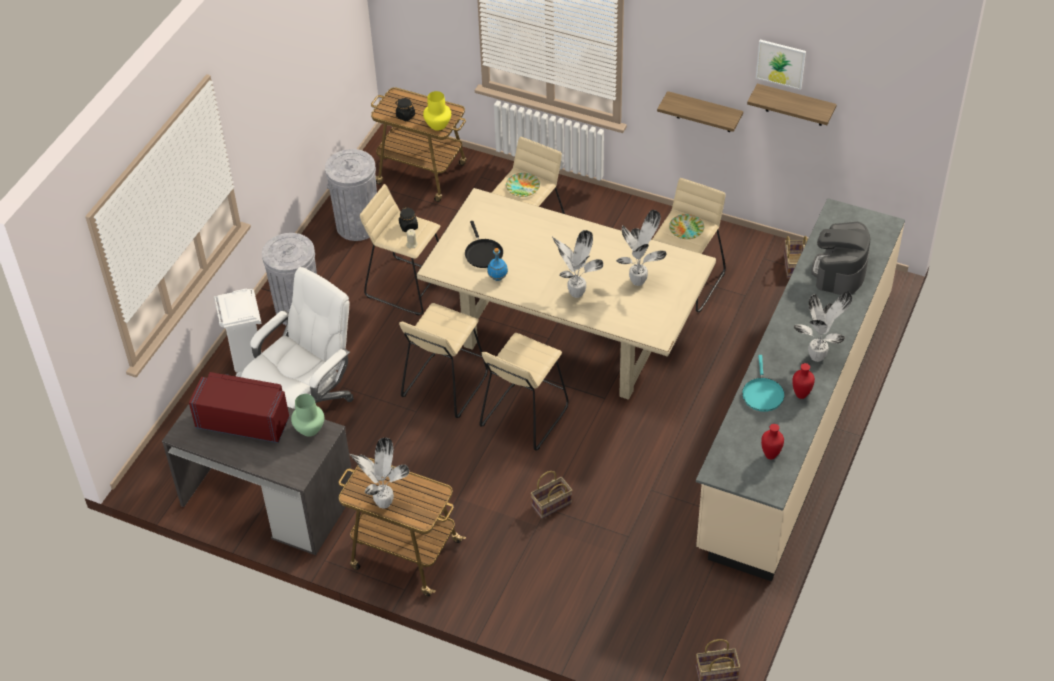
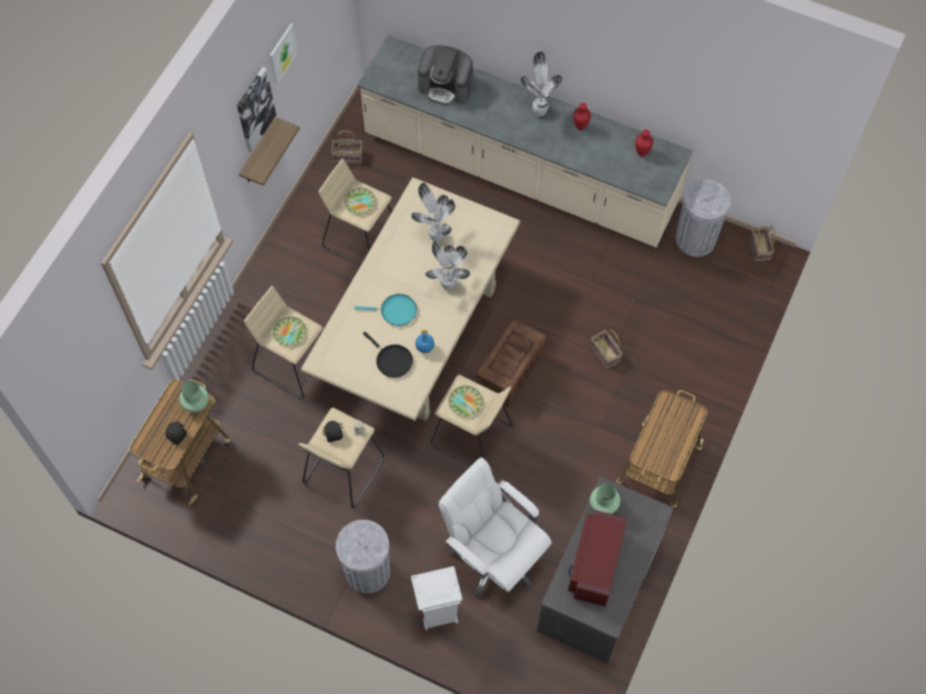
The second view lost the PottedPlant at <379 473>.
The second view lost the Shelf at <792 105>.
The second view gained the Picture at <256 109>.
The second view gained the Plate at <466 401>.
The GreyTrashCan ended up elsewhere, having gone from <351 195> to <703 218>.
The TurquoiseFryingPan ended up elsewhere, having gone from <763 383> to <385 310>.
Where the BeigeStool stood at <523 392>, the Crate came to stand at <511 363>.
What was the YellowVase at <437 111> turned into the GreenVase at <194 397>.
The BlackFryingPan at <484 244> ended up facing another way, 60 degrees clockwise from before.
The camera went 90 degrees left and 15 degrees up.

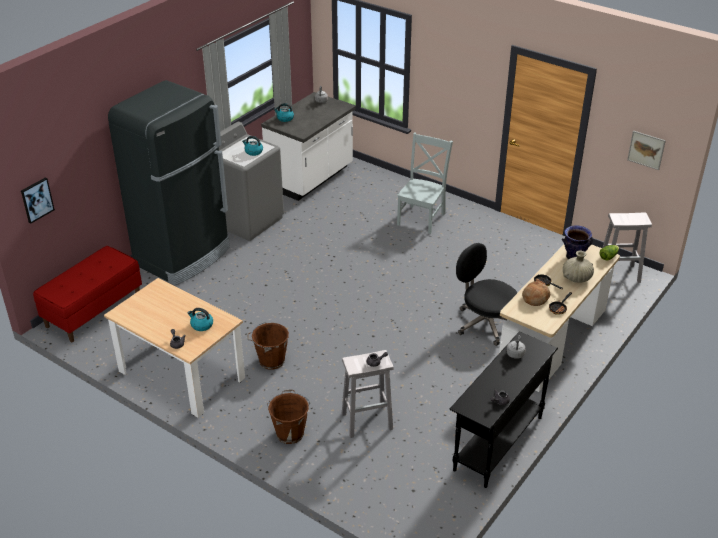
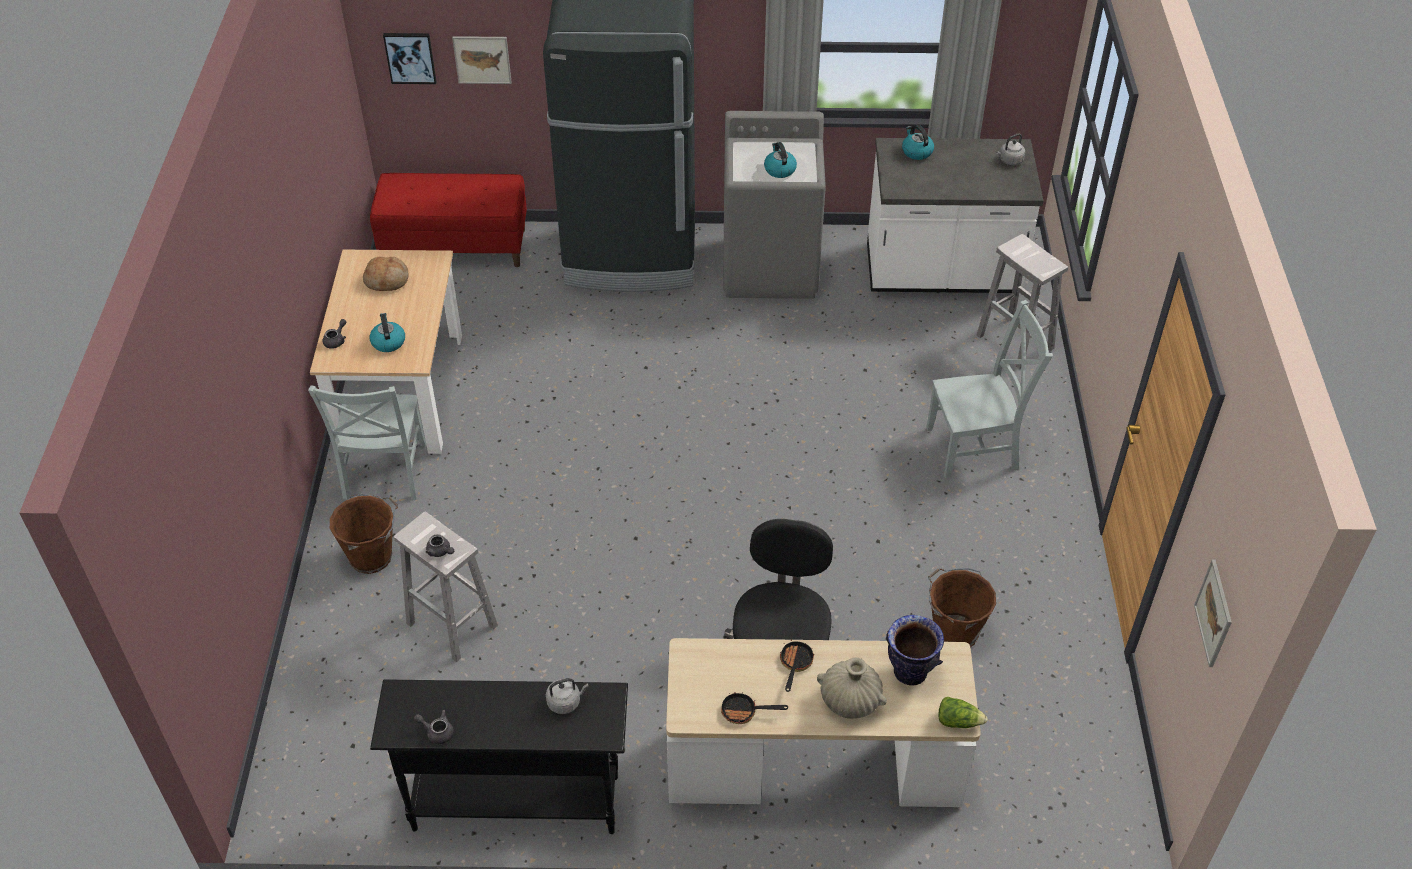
The second view gained the GreyChair at <367 443>.
The second view gained the Picture at <482 60>.
The BrownBucket ended up elsewhere, having gone from <268 346> to <962 607>.
The Bread ended up elsewhere, having gone from <536 293> to <386 274>.
The WhiteStool ended up elsewhere, having gone from <627 247> to <1022 301>.
The camera went 55 degrees right and 10 degrees up.

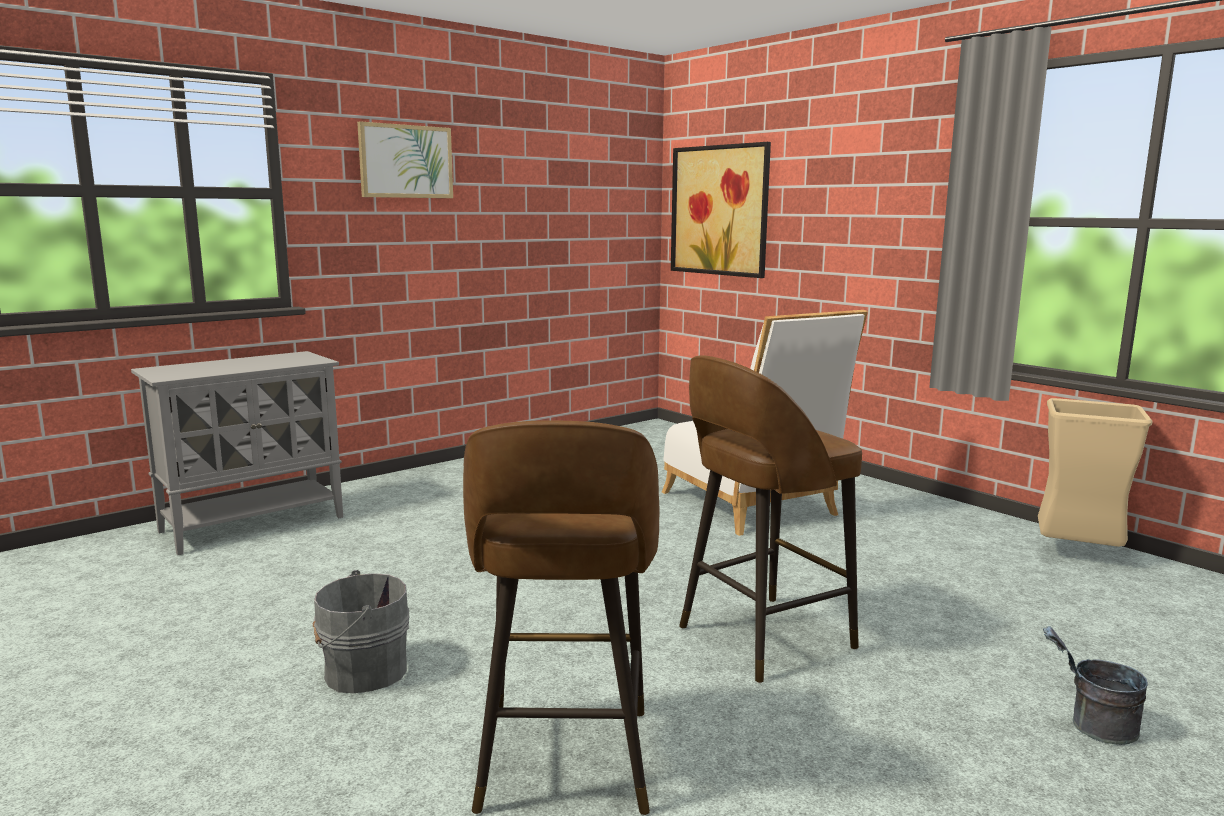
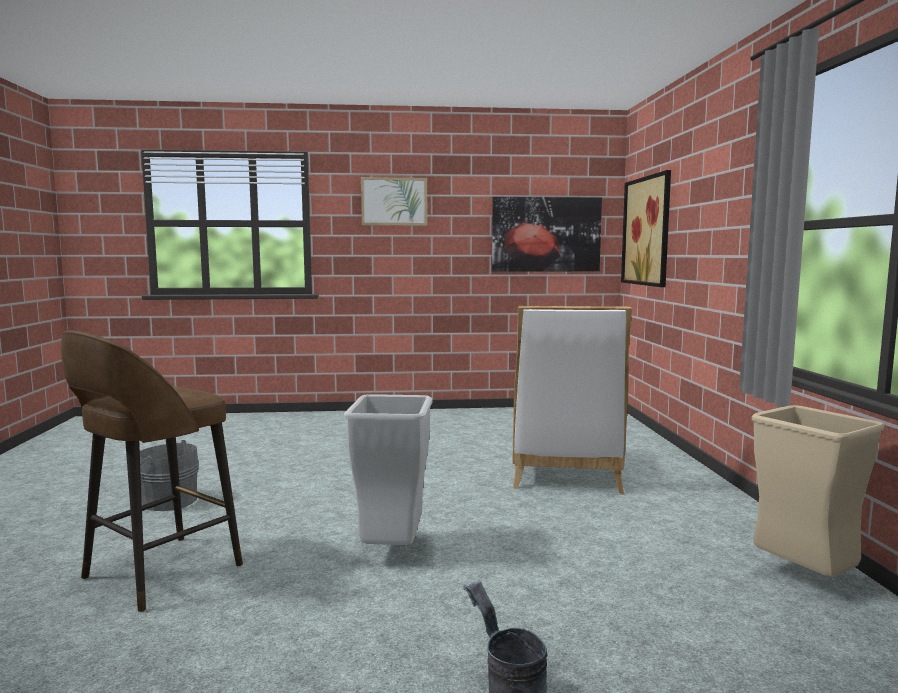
The second view lost the GreyCabinet at <237 453>.
The second view gained the Picture at <547 234>.
Where the BrownStool stood at <770 519>, the GreyTrashCan came to stand at <388 469>.
The camera went 35 degrees right and 5 degrees down.

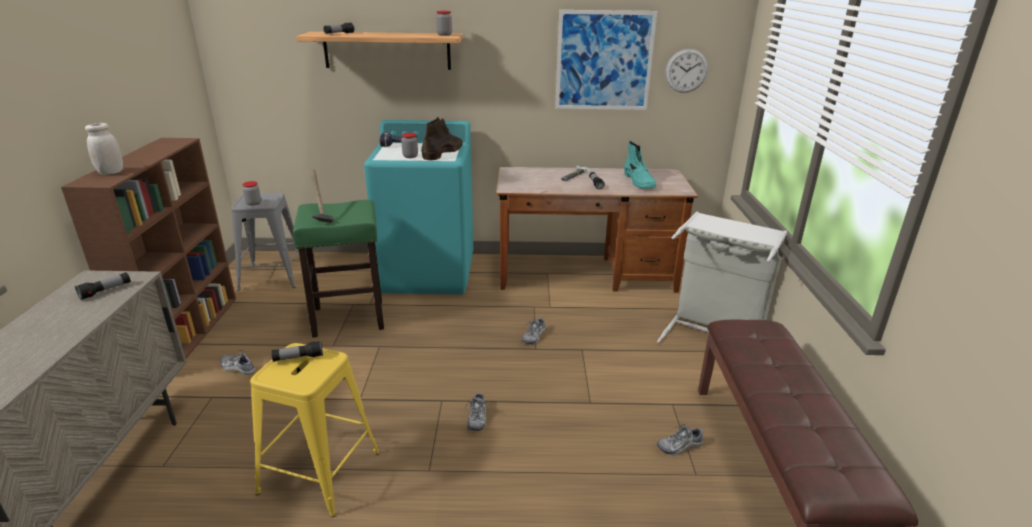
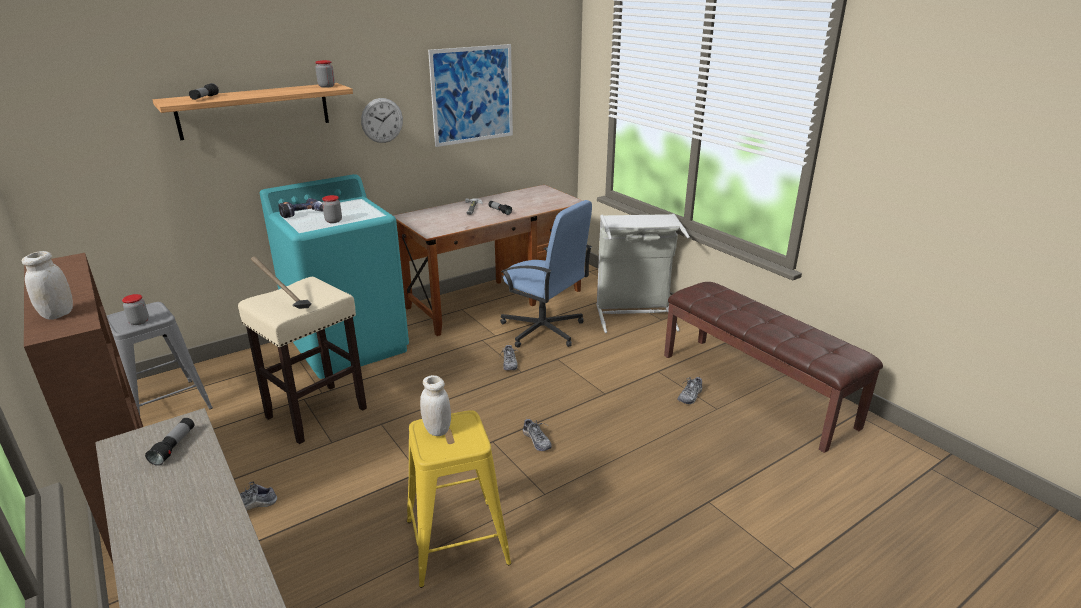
The second view lost the BrownBoot at <442 138>.
The second view lost the TurquoiseBoot at <640 165>.
The second view gained the BlueOfficeChair at <546 274>.
The WallClock ended up elsewhere, having gone from <686 71> to <382 120>.
Where the Flashlight stood at <297 351>, the WhiteJar came to stand at <435 405>.
What was the GreenStool at <338 269> turned into the BeigeStool at <302 360>.
The camera went 35 degrees left and 0 degrees up.

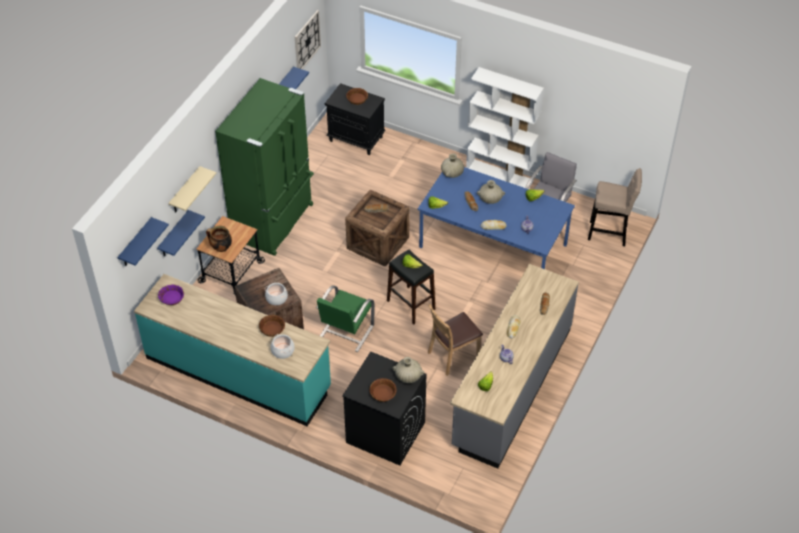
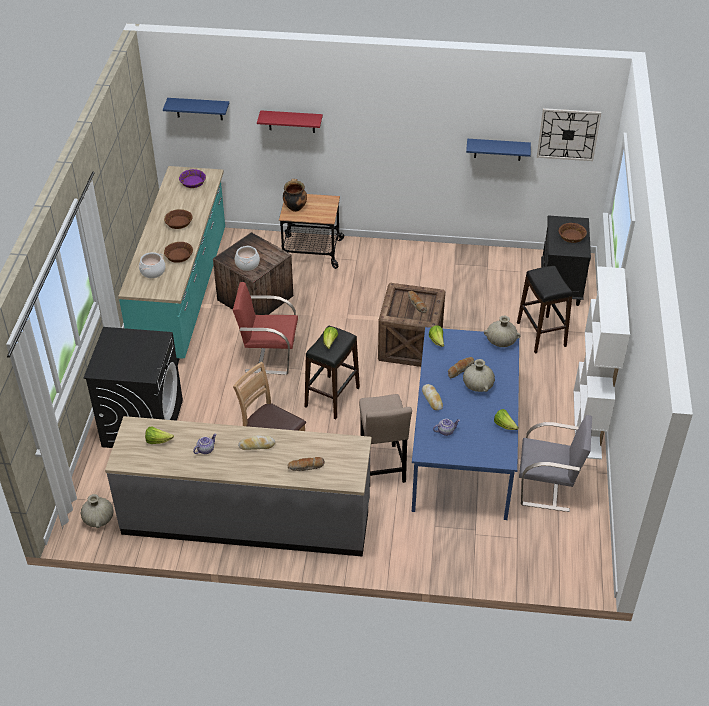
The second view lost the BlueShelf at <181 233>.
The second view lost the GreenFridge at <264 167>.
The second view gained the BlackStool at <545 310>.
The BrownBowl ended up elsewhere, having gone from <383 390> to <178 219>.
The BeigeVase ended up elsewhere, having gone from <408 370> to <97 511>.
The BeigeStool ended up elsewhere, having gone from <615 207> to <385 438>.
What was the BeigeShelf at <192 189> turned into the RedShelf at <290 121>.
What was the GreenChair at <345 318> turned into the RedChair at <265 328>.
The camera went 70 degrees right and 5 degrees down.

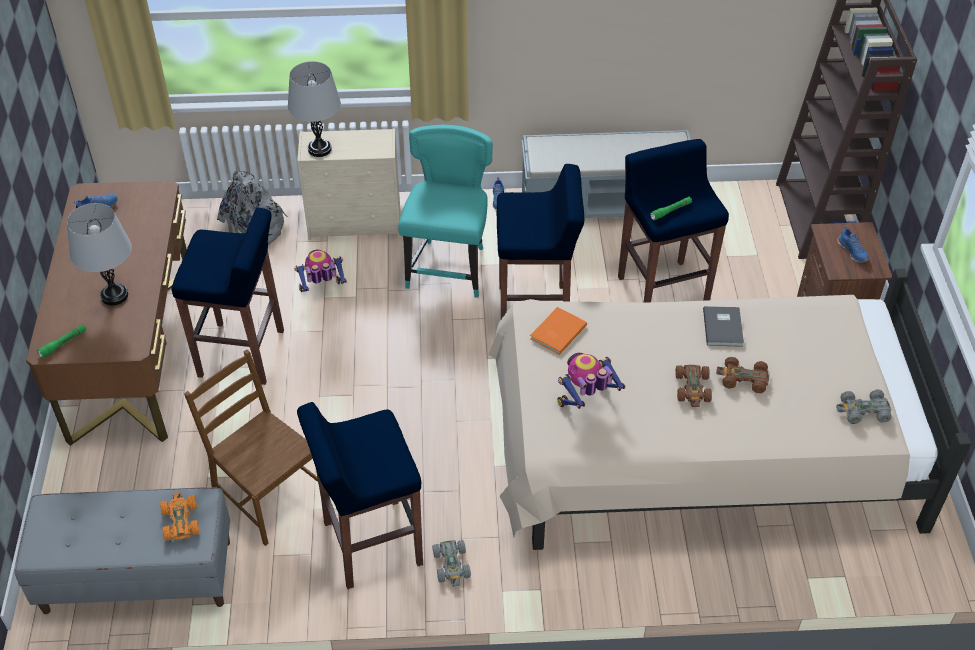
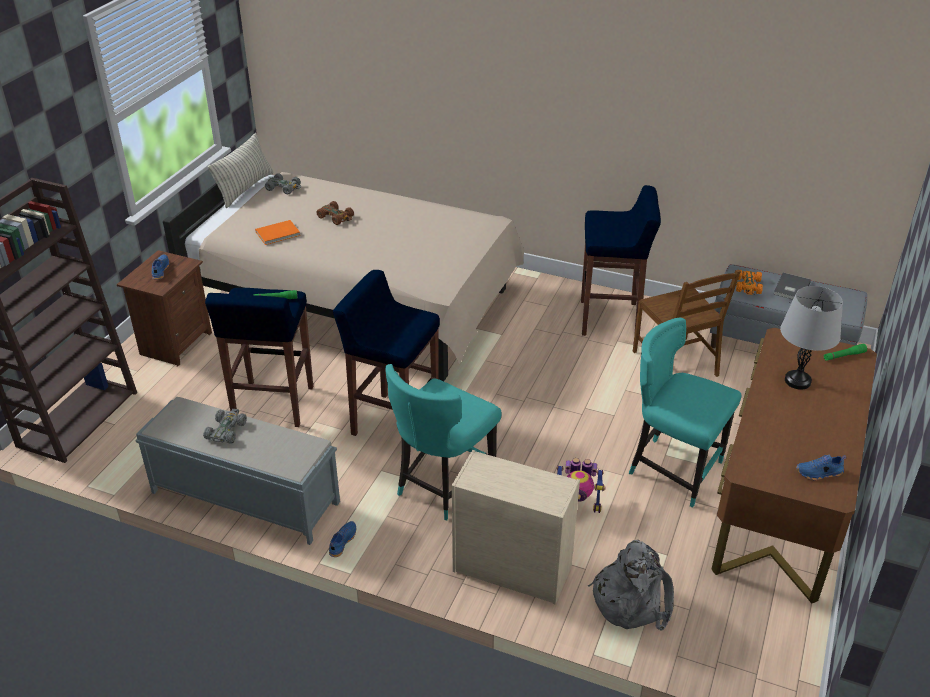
The second view lost the GreyTableLamp at <314 109>.
The second view lost the ToyRobot at <591 381>.
The second view lost the BrownToyCar at <694 386>.
The second view gained the Pillow at <241 170>.
The GreyToyCar ended up elsewhere, having gone from <451 563> to <225 426>.
The OrangeBook ended up elsewhere, having gone from <558 331> to <277 232>.
The GreyBook ended up elsewhere, having gone from <723 326> to <792 286>.
Where the BlueStool stood at <227 296>, the TurquoiseChair came to stand at <685 413>.
The camera went 155 degrees left and 10 degrees down.

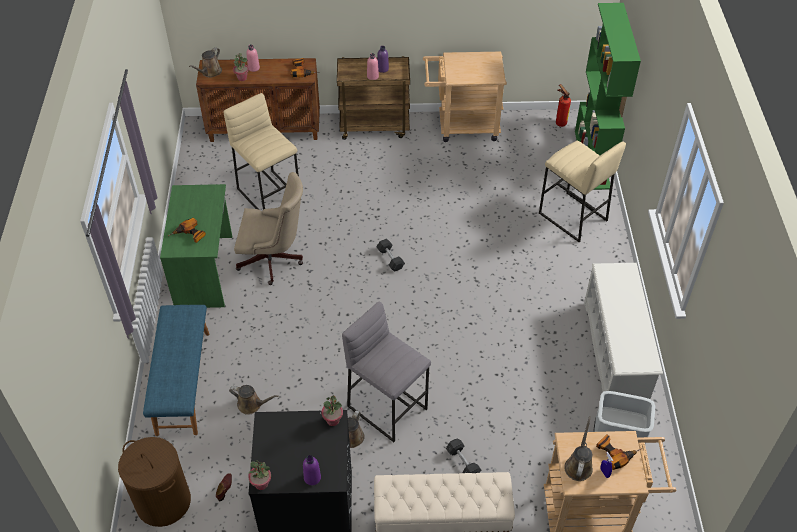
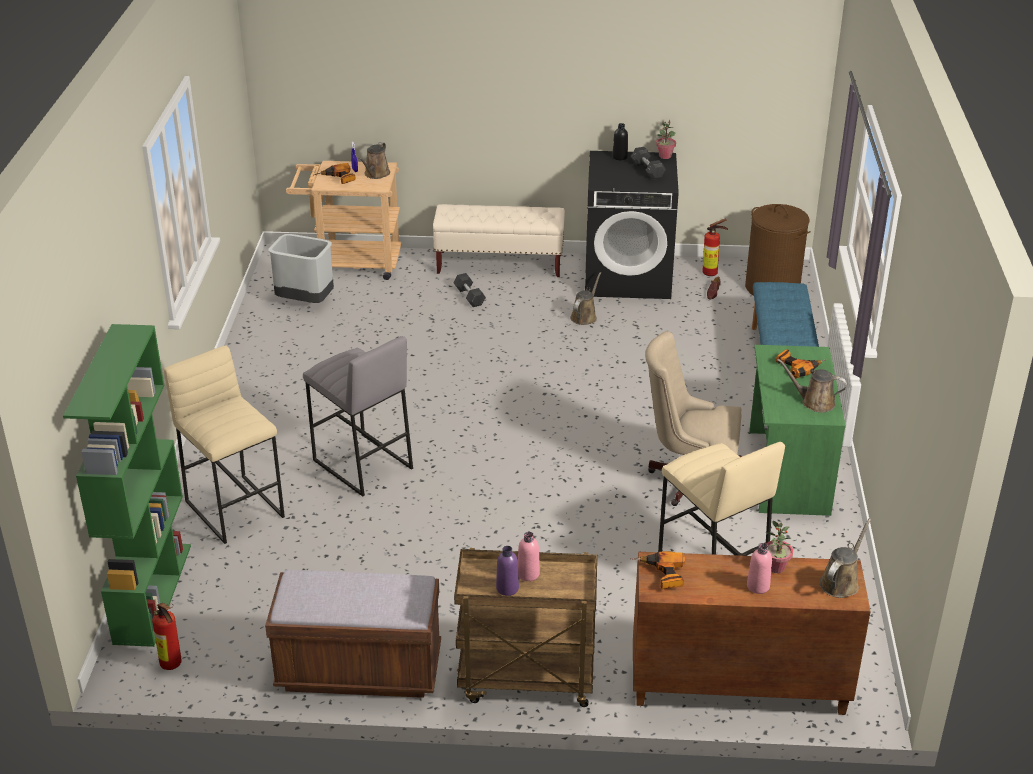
The second view lost the PottedPlant at <332 410>.
The second view lost the WhiteShoeRack at <623 331>.
The second view gained the FireExtinguisher at <715 247>.
The BrownWateringCan ended up elsewhere, having gone from <253 400> to <812 385>.
The GreyStool ended up elsewhere, having gone from <386 372> to <358 416>.
The GreyDumbbell ended up elsewhere, having gone from <391 255> to <648 163>.
Where the BeigeCart stood at <465 97>, the BrownBench came to stand at <353 634>.
What was the PurpleBottle at <312 470> turned into the BlackBottle at <620 141>.
The camera went 175 degrees left and 15 degrees down.

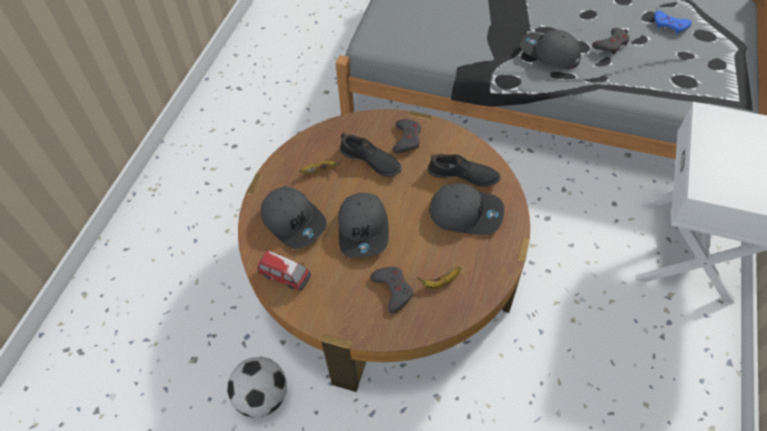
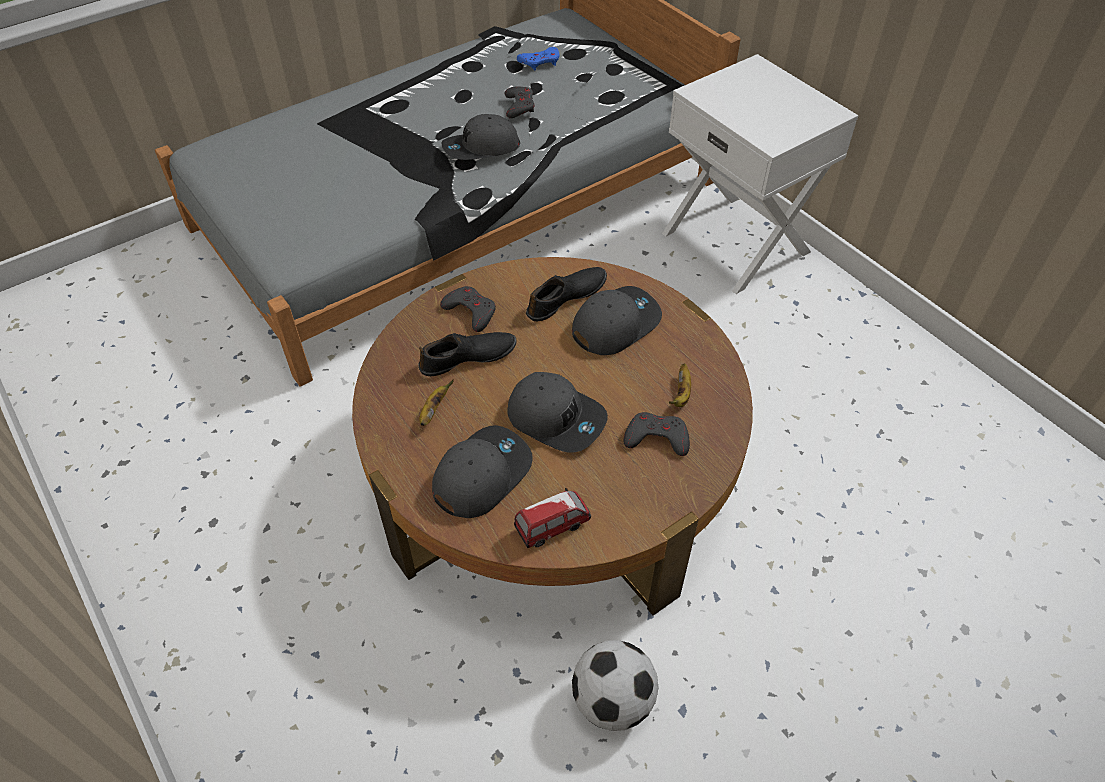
The GreyCap at <294 217> ended up facing another way, 45 degrees counterclockwise from before.
The camera went 55 degrees left and 5 degrees down.

